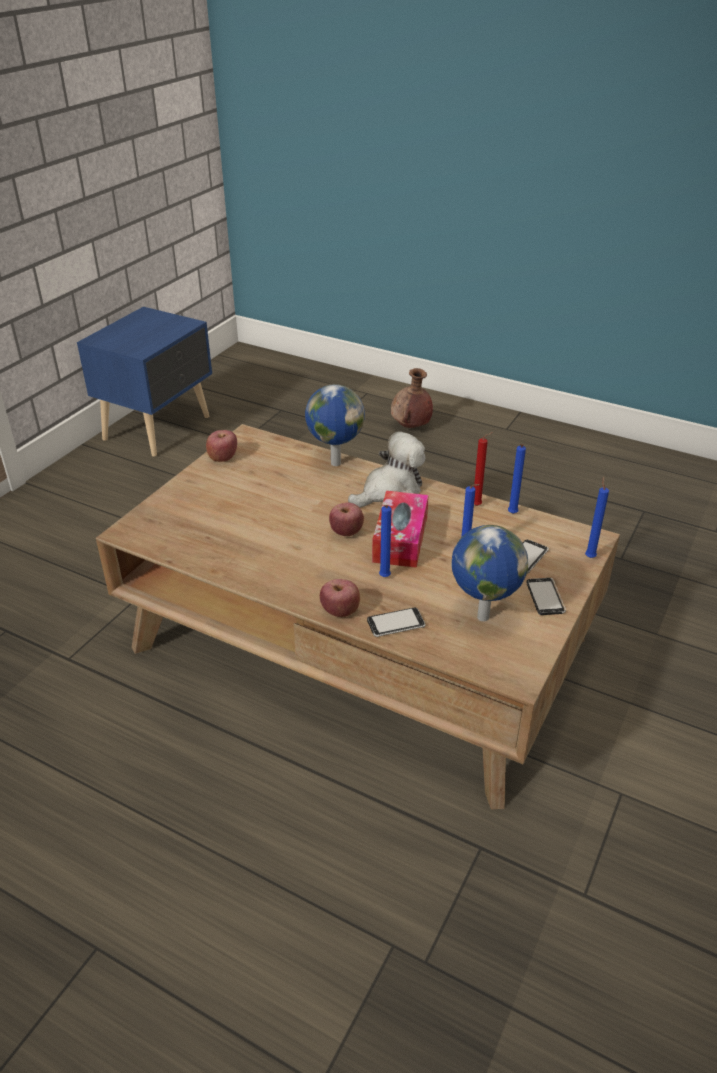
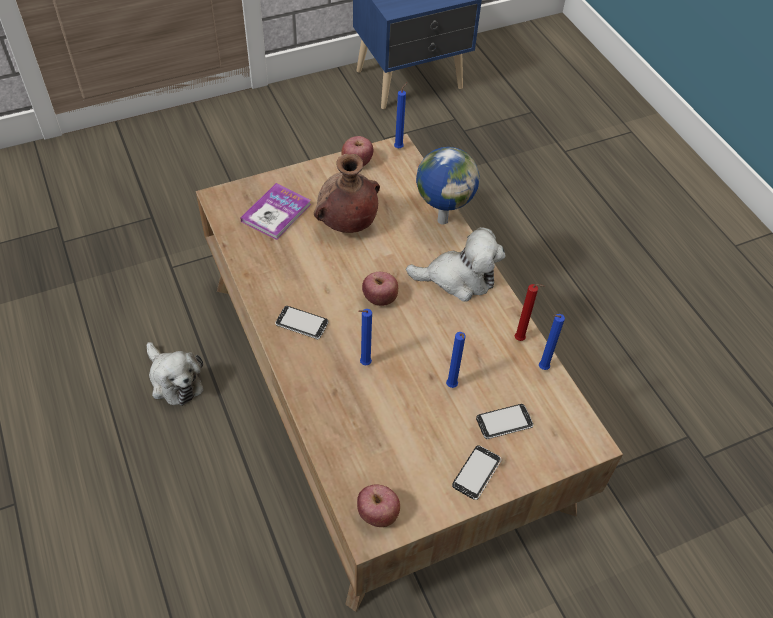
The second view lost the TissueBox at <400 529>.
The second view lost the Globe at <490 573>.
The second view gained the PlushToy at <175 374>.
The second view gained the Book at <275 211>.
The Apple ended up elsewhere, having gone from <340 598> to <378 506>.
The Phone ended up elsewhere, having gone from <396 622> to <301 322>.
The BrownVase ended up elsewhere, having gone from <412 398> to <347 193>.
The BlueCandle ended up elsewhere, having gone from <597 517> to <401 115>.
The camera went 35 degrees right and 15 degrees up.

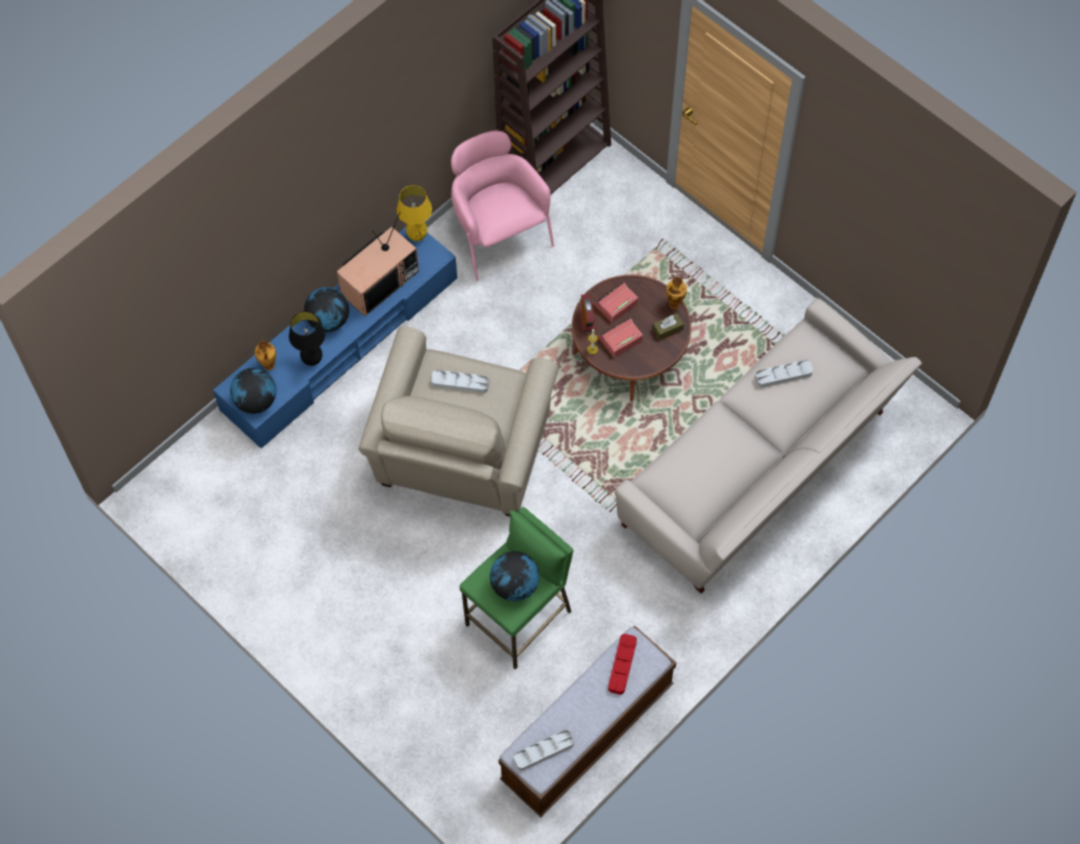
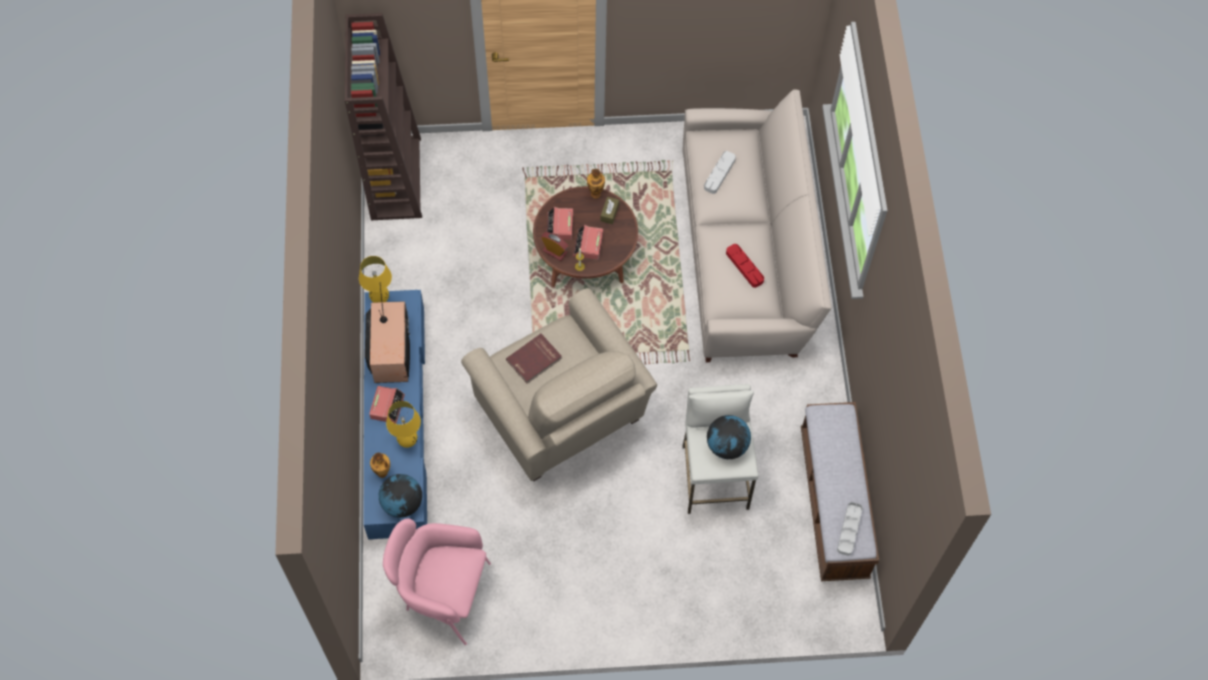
The PinkArmchair ended up elsewhere, having gone from <502 205> to <437 581>.
The RedTray ended up elsewhere, having gone from <622 664> to <745 266>.
Where the Globe stood at <326 309>, the AlarmClock came to stand at <387 405>.
Where the GreyTray stood at <460 381>, the RedBook came to stand at <534 358>.
What was the BlackTableLamp at <307 338> turned into the YellowTableLamp at <403 424>.
What was the GreenStool at <516 588> turned into the WhiteStool at <720 449>.
The camera went 50 degrees left and 0 degrees up.

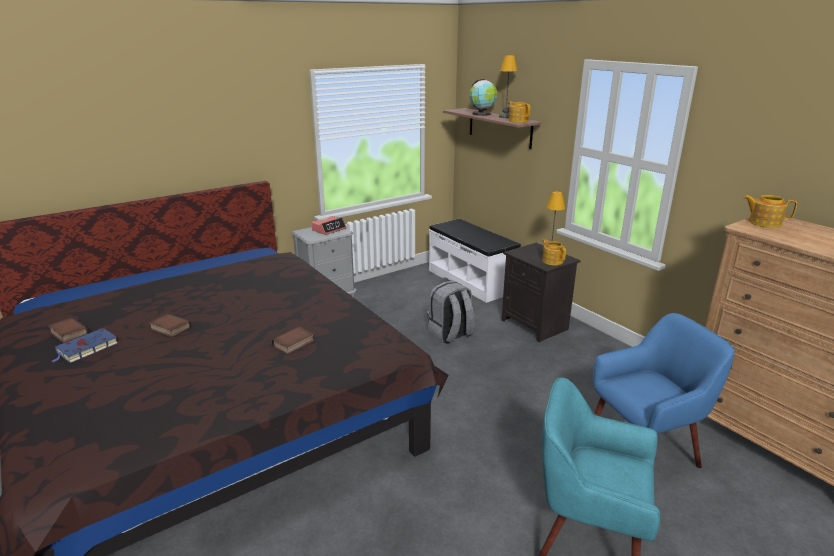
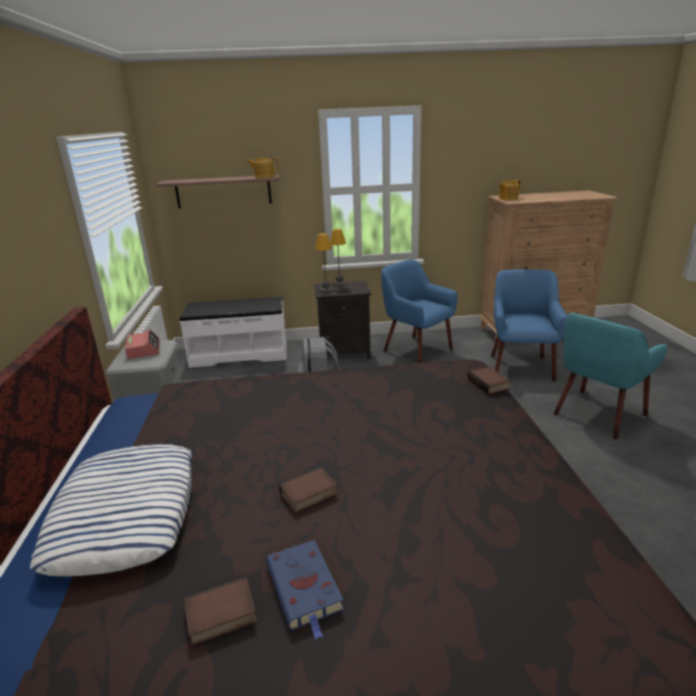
The second view lost the Globe at <483 97>.
The second view lost the Teapot at <554 252>.
The second view gained the Pillow at <111 510>.
The second view gained the BlueArmchair at <419 311>.
The Book ended up elsewhere, having gone from <293 340> to <488 380>.
The TableLamp ended up elsewhere, having gone from <508 86> to <324 263>.
The camera went 60 degrees left and 0 degrees up.

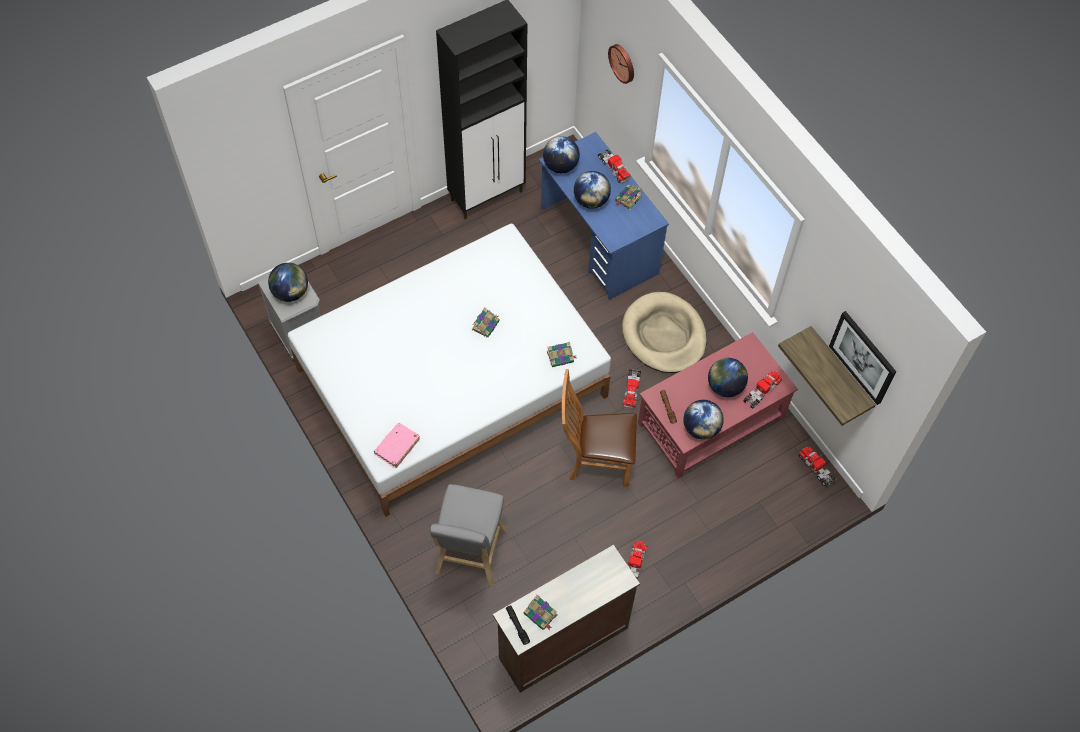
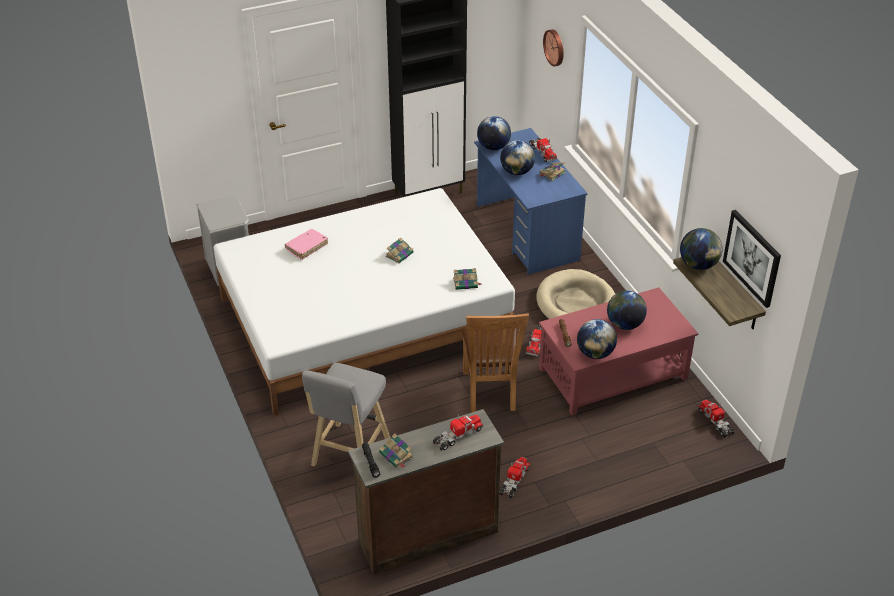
The Globe ended up elsewhere, having gone from <288 282> to <701 249>.
The PinkBook ended up elsewhere, having gone from <397 445> to <306 244>.
The ToyTruck ended up elsewhere, having gone from <762 390> to <458 432>.
The BrownChair at <599 428> ended up facing another way, 105 degrees counterclockwise from before.
The camera went 10 degrees right and 20 degrees down.

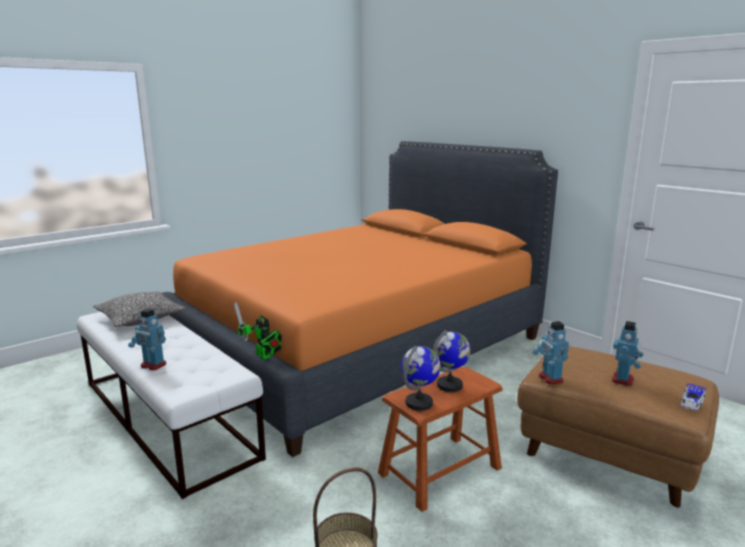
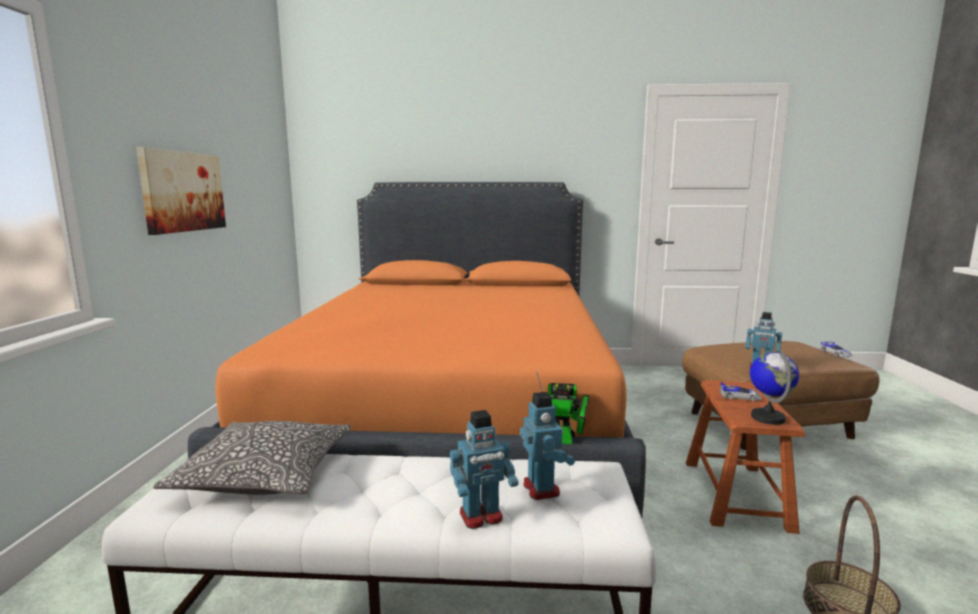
The second view gained the Picture at <181 191>.
The ToyRobot ended up elsewhere, having gone from <628 353> to <547 446>.
Where the Globe stood at <451 361>, the ToyCar came to stand at <741 391>.
The camera went 45 degrees left and 5 degrees down.

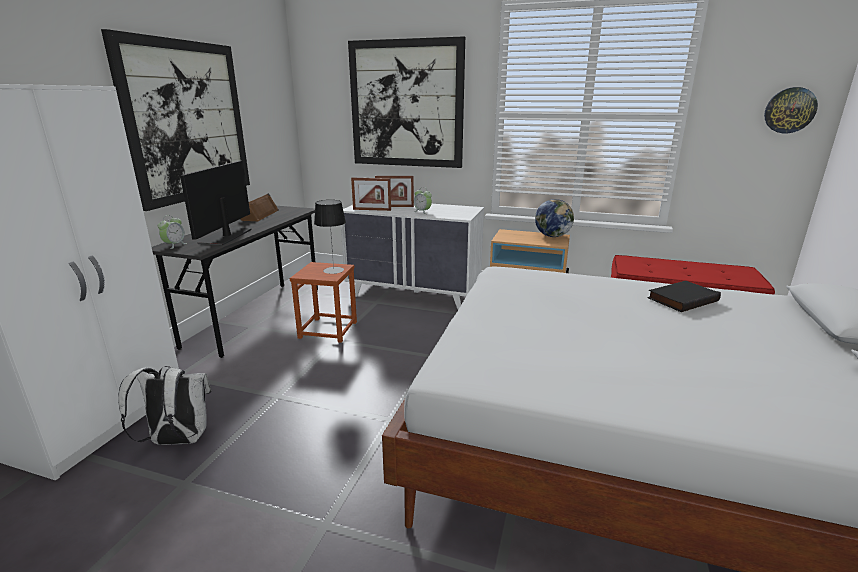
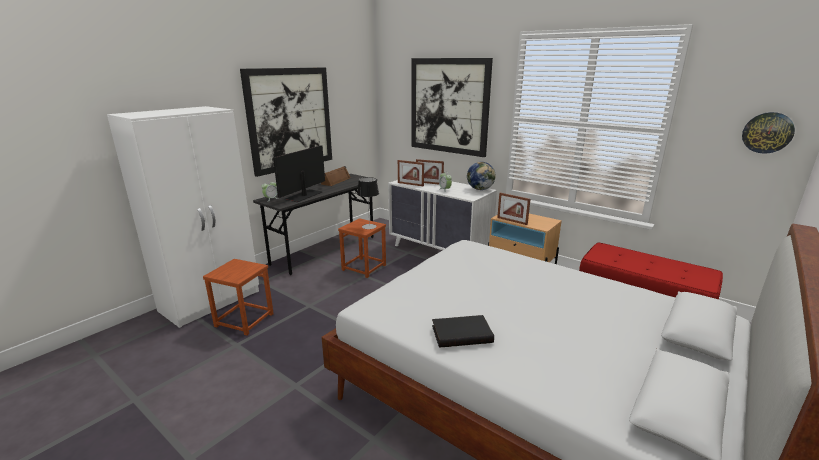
The second view gained the PictureFrame at <513 209>.
The Globe ended up elsewhere, having gone from <554 218> to <481 176>.
The BlackBook ended up elsewhere, having gone from <684 296> to <463 331>.
Where the WhiteBackpack stood at <164 405>, the BrownStool came to stand at <238 297>.
The camera went 20 degrees right and 0 degrees up.

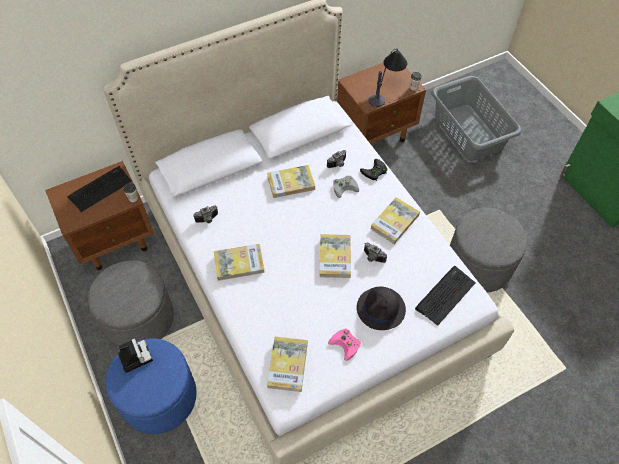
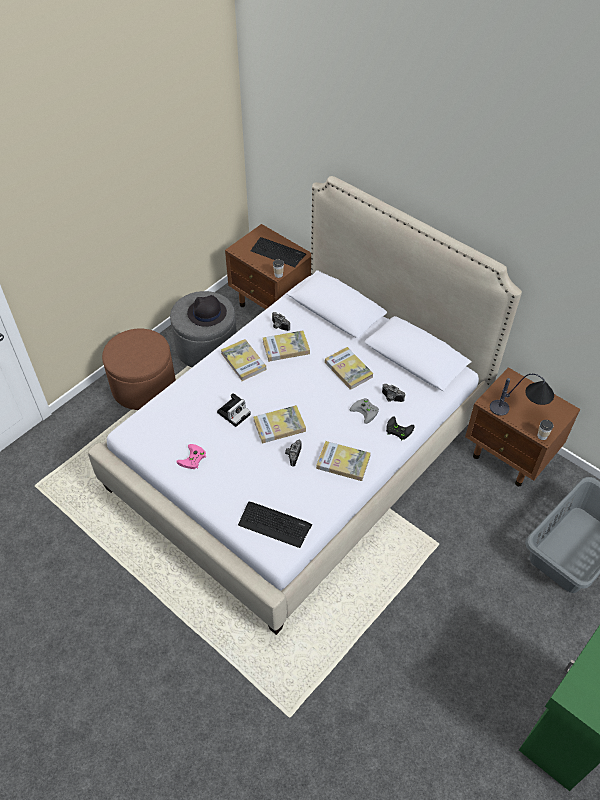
The second view lost the GreyOttoman at <488 250>.
The PhotoCamera ended up elsewhere, having gone from <135 355> to <234 410>.
The Book ended up elsewhere, having gone from <287 364> to <286 346>.
The BlackHat ended up elsewhere, having gone from <381 308> to <207 311>.
What was the BlueOttoman at <151 386> turned into the BrownOttoman at <139 369>.
The camera went 70 degrees right and 5 degrees down.

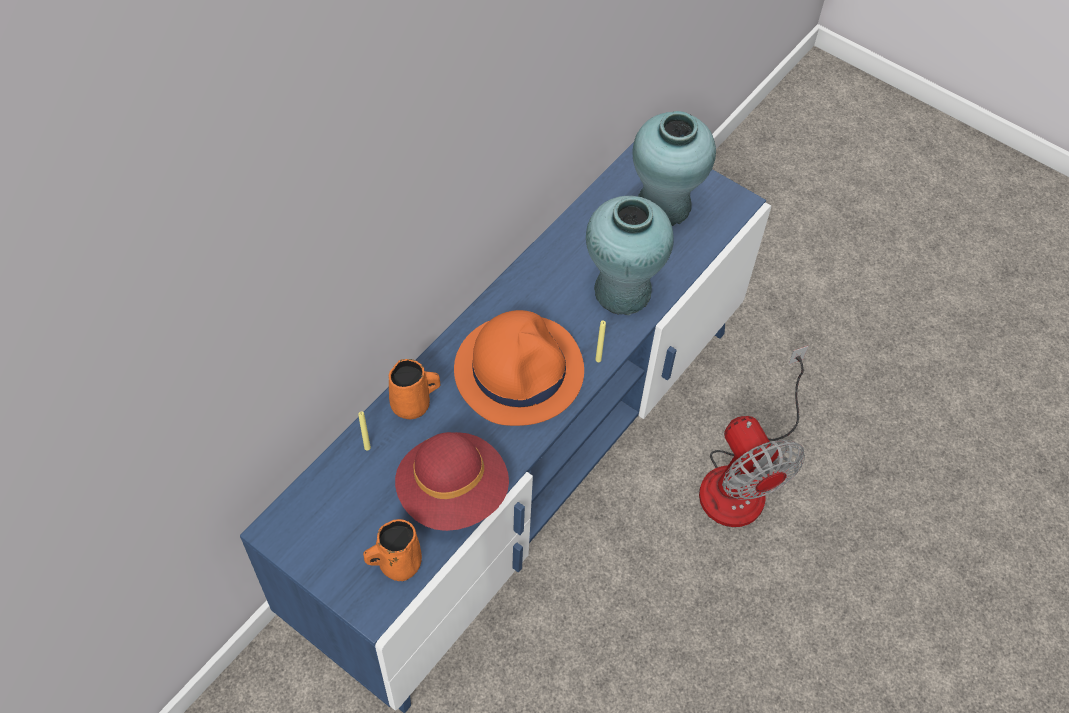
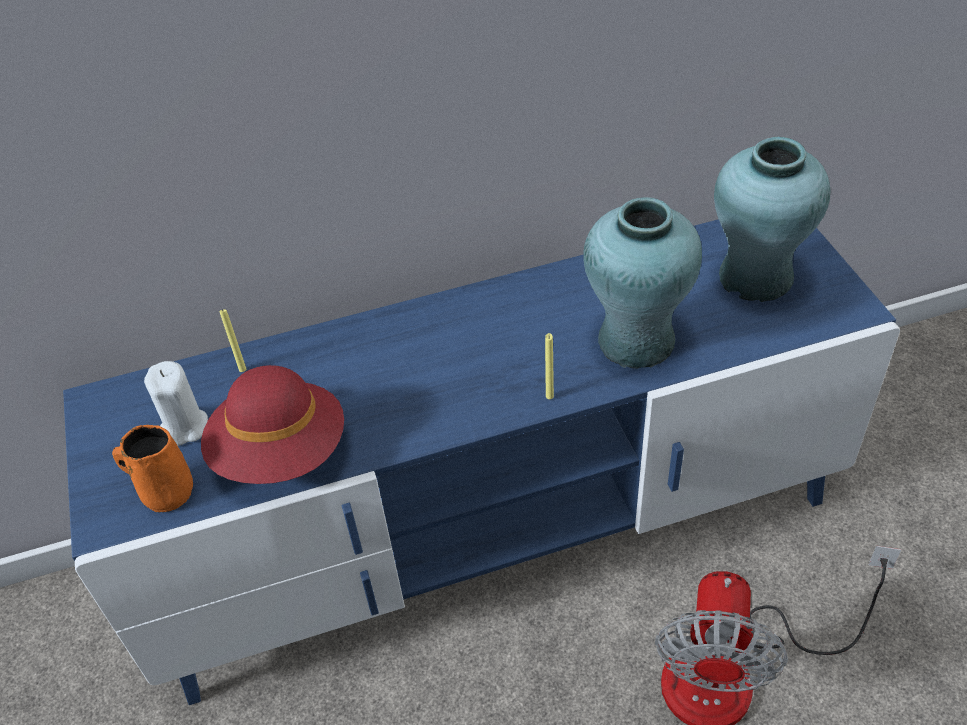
The second view lost the OrangeMug at <414 389>.
The second view lost the OrangeHat at <519 368>.
The second view gained the WhiteCandle at <176 403>.
The camera went 40 degrees right and 10 degrees down.

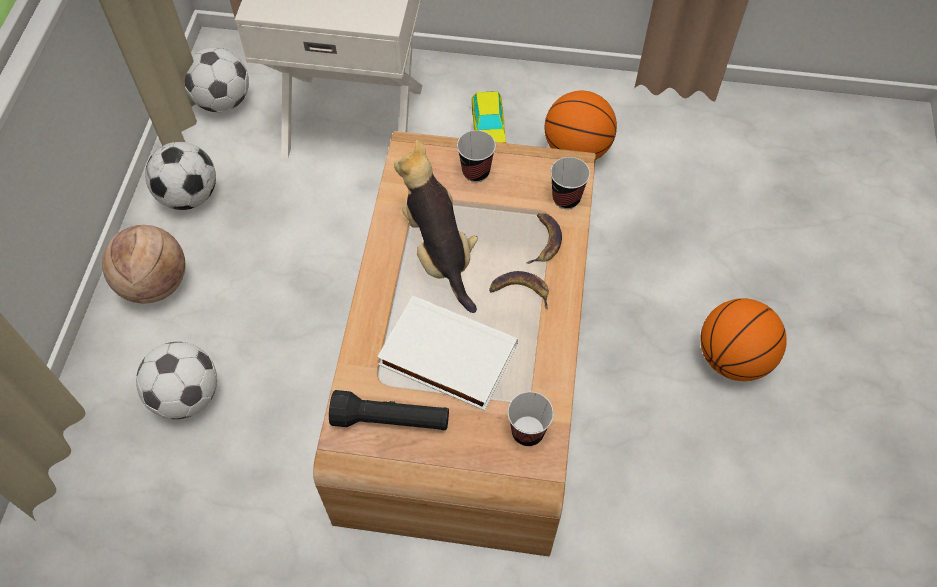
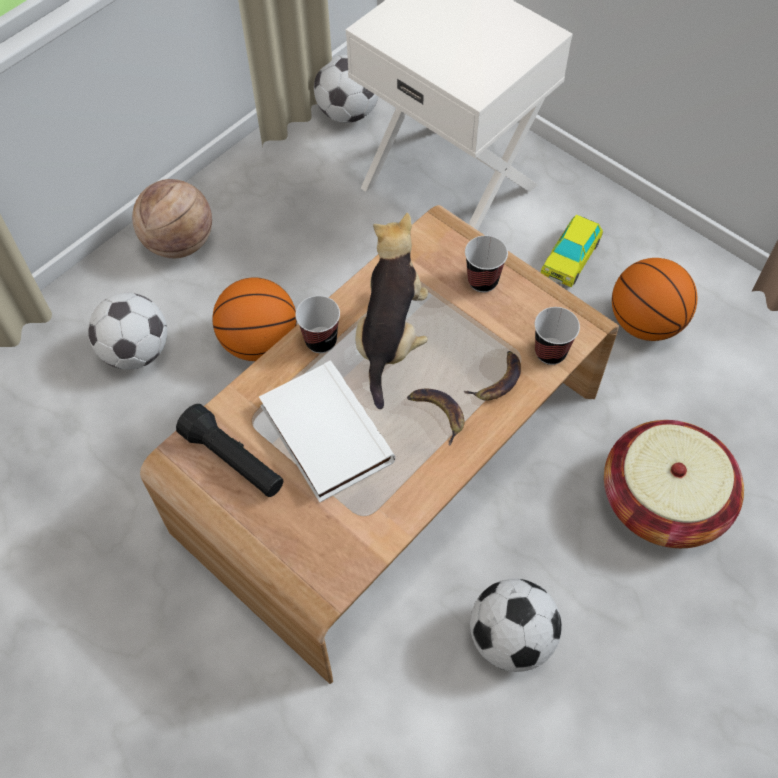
The second view gained the Basket at <674 484>.
The Football ended up elsewhere, having gone from <180 176> to <516 625>.
The Cup ended up elsewhere, having gone from <531 419> to <317 324>.
The Basketball ended up elsewhere, having gone from <743 339> to <254 319>.
The camera went 35 degrees right and 0 degrees up.

